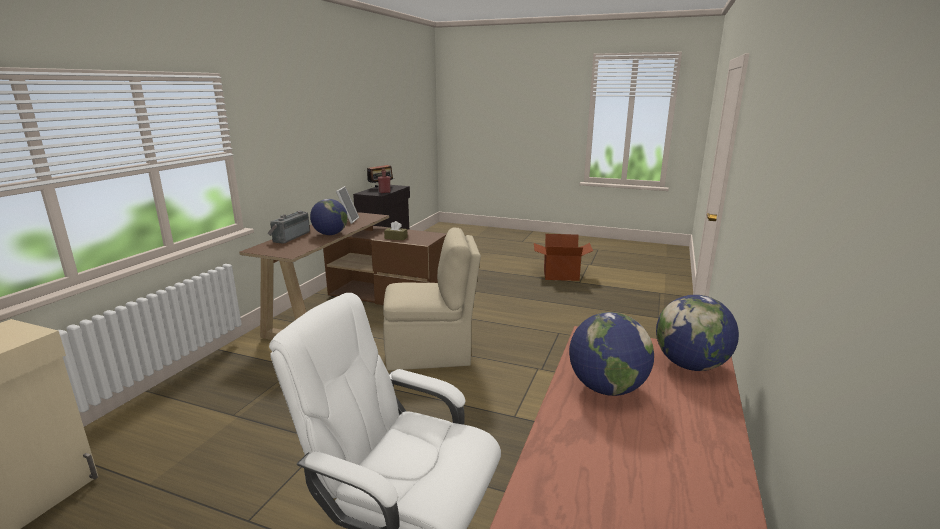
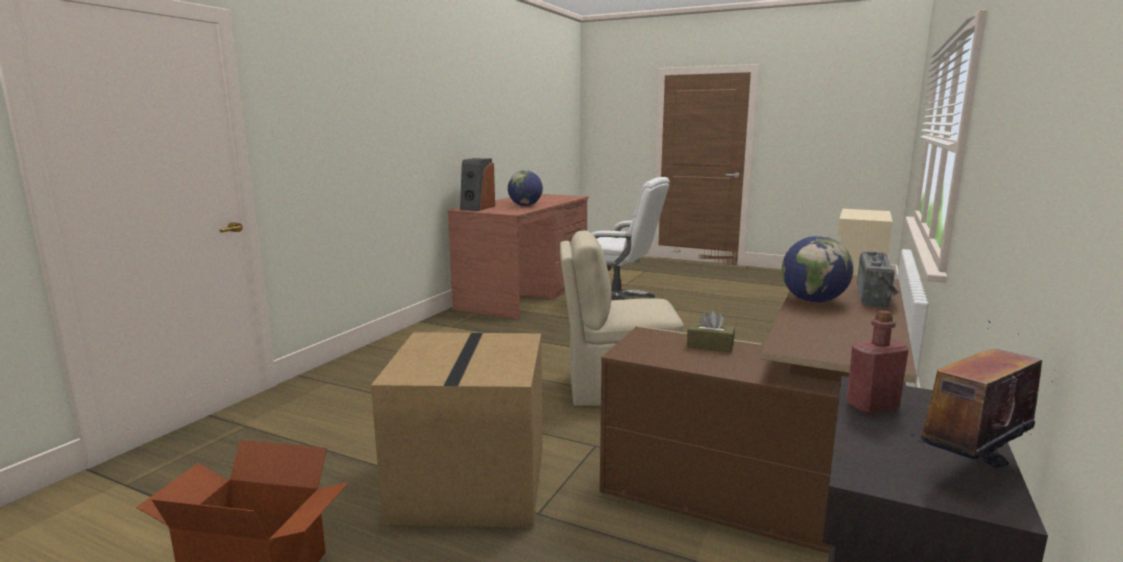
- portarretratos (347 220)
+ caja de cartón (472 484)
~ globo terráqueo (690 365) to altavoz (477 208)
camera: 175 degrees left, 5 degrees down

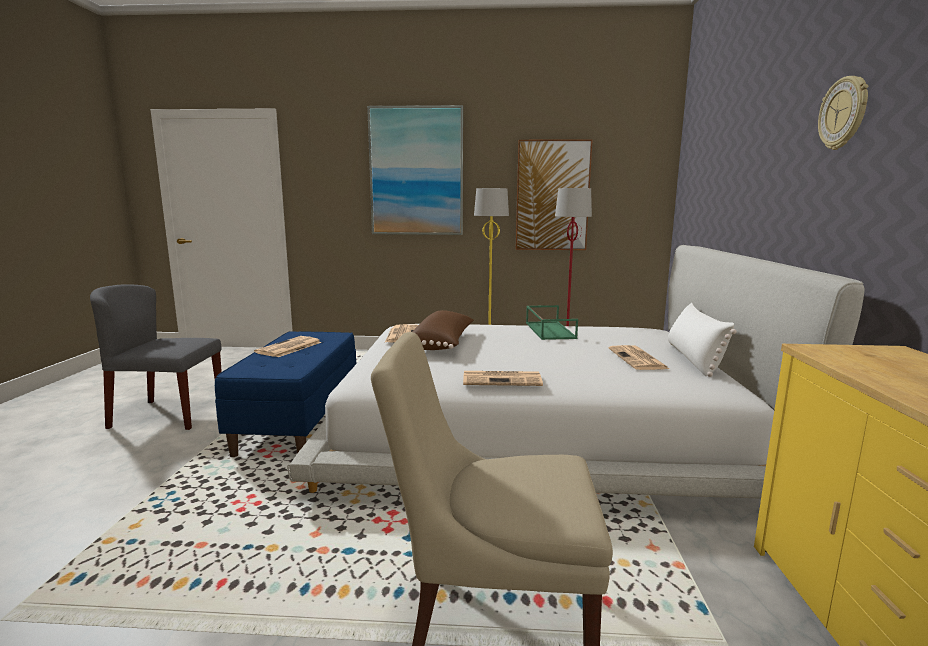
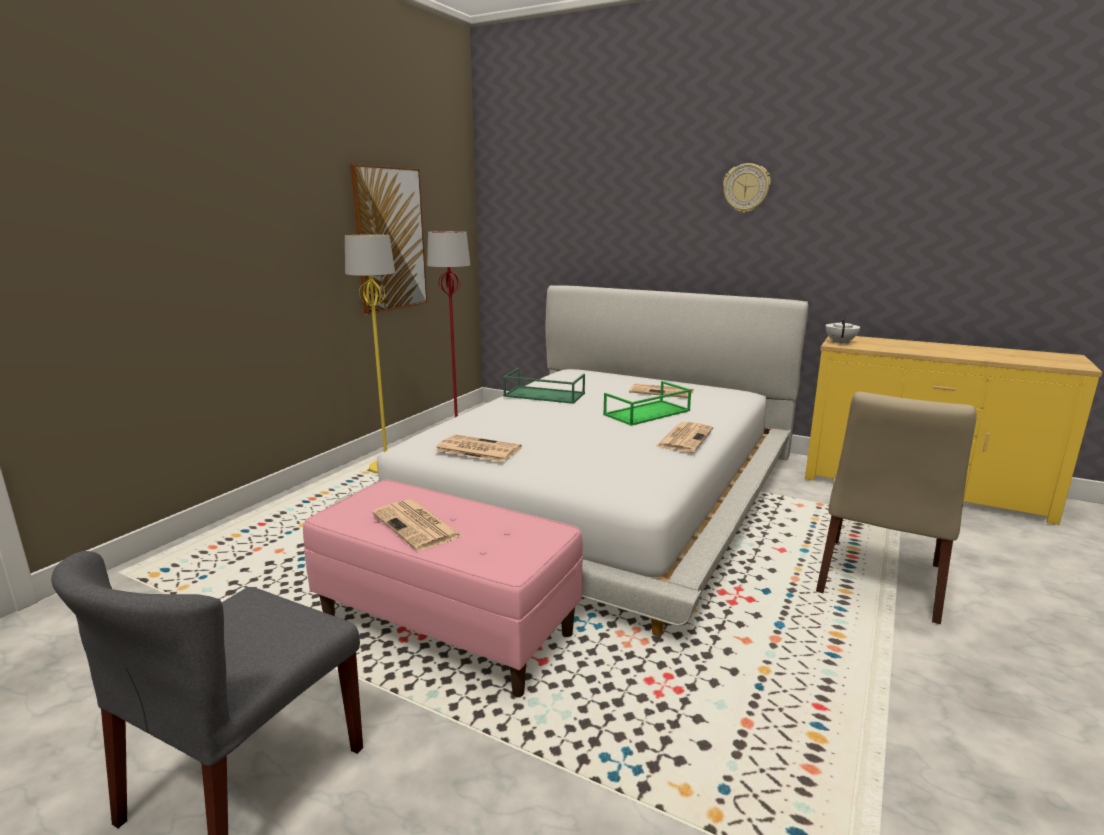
- cuadro (416 172)
- cojín (marrón) (443 344)
- cojín (blanco) (693 359)
+ bandeja (verde) (647 413)
+ tetera (blanco) (840 342)
~ banco (azul) (300 423) to banco (rosa) (447 626)
camera: 65 degrees left, 5 degrees up

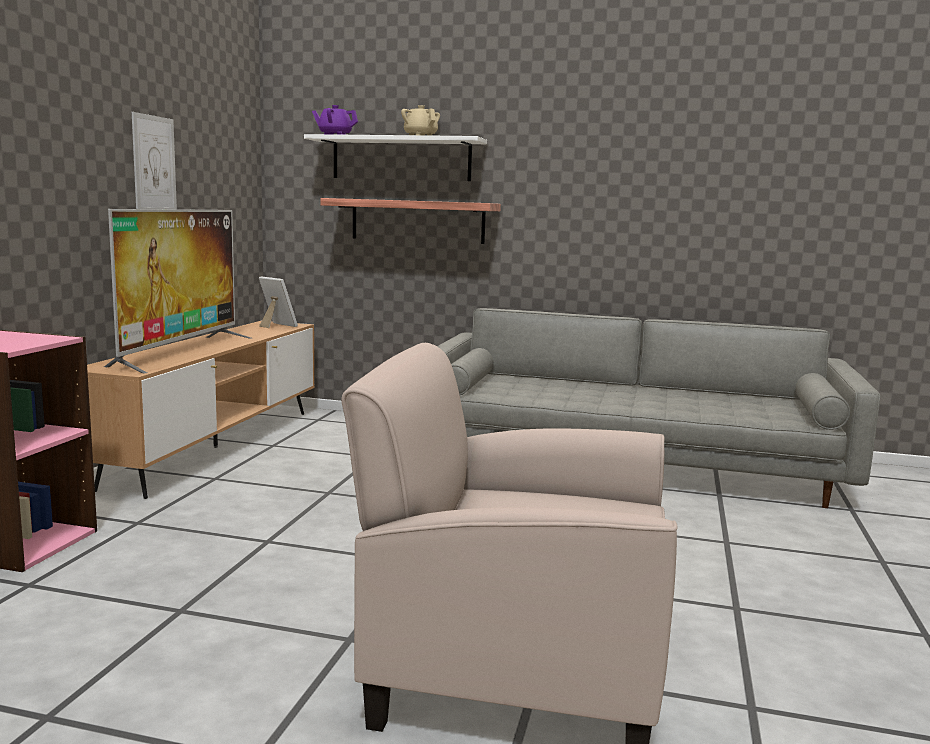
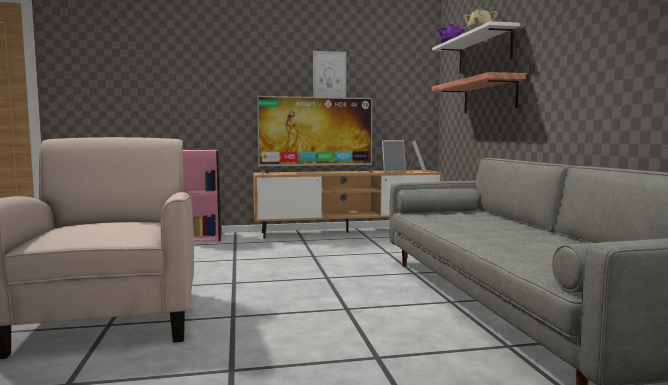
+ portarretratos (393 171)
camera: 65 degrees right, 5 degrees down

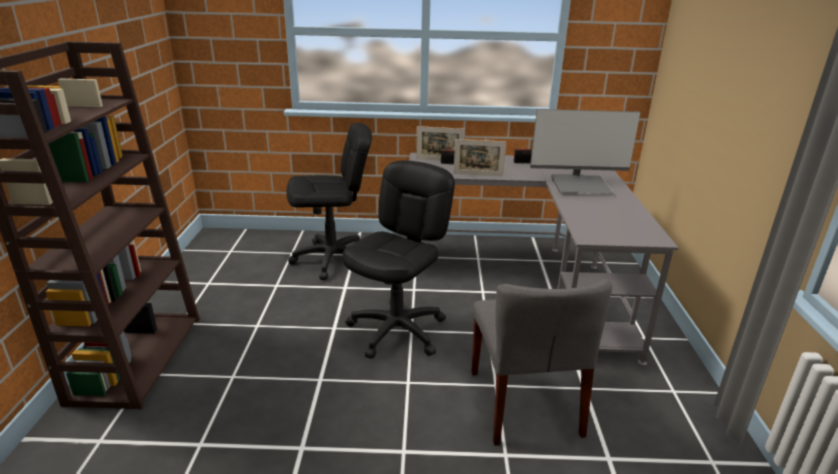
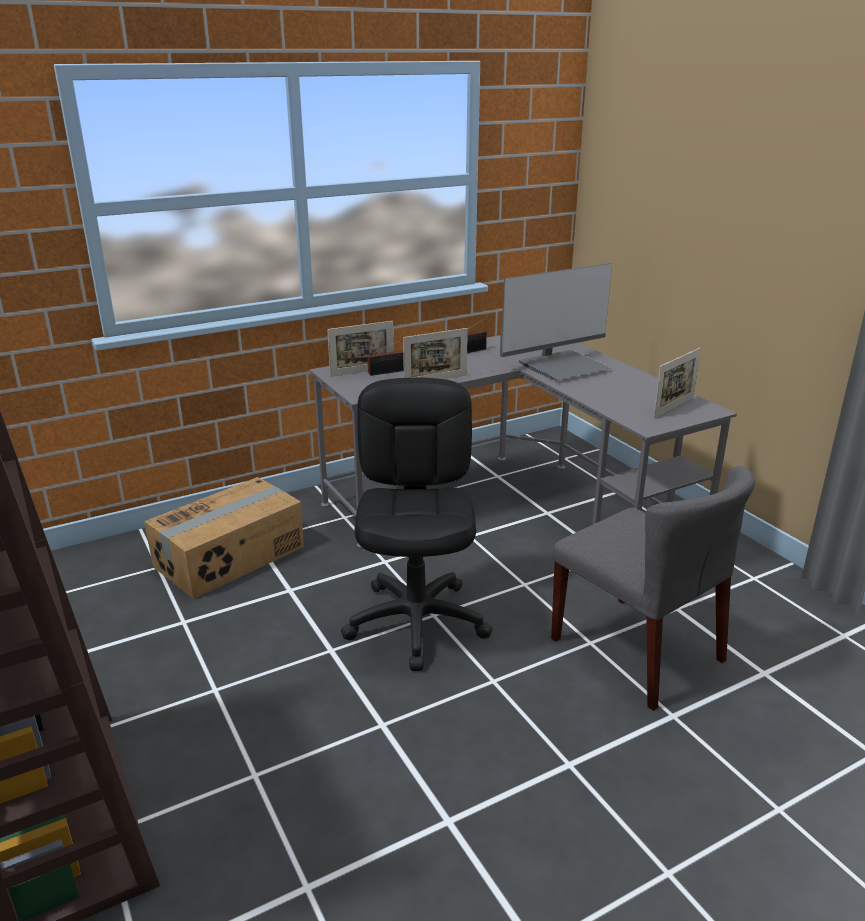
+ portarretratos (673 407)
~ silla de oficina (negro) (332 259) to caja de cartón (231 557)
camera: 30 degrees left, 0 degrees up

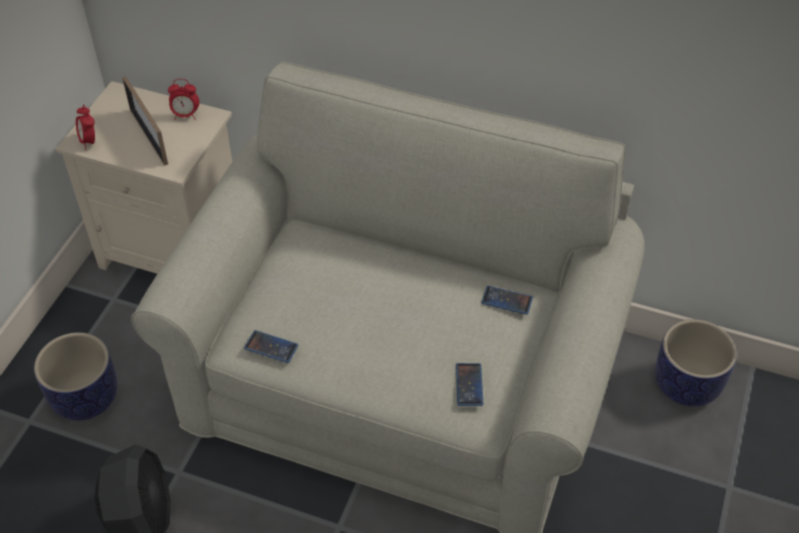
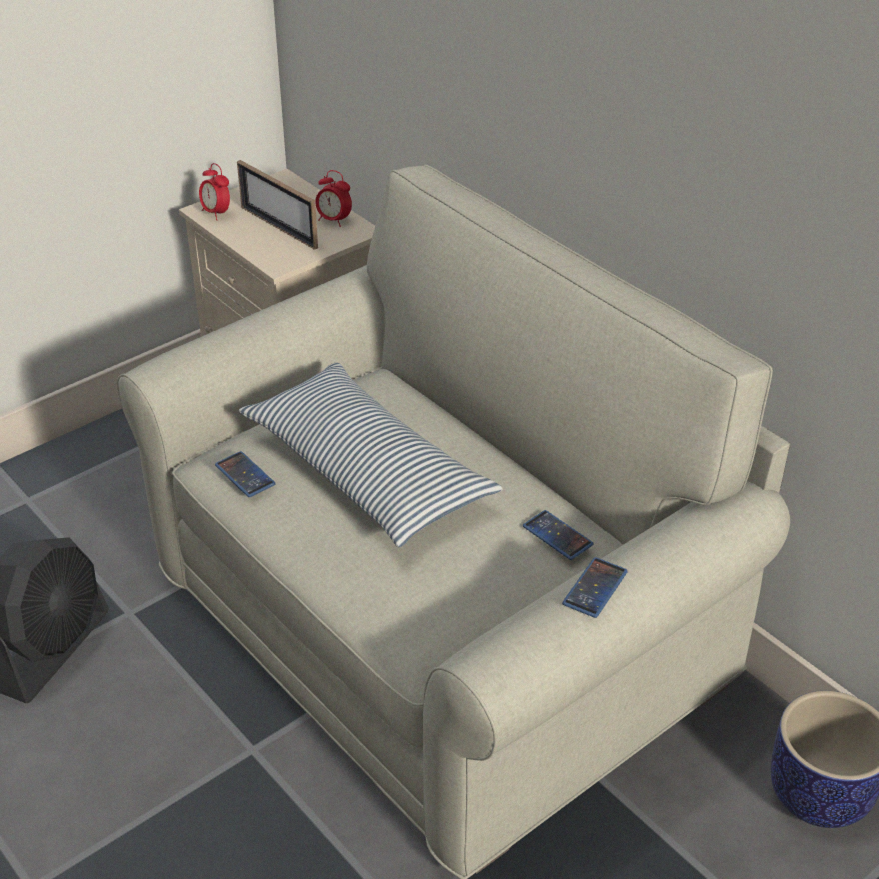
- maceta (85 399)
+ cojín (367 472)
~ móvil (469 385) to (595 588)
~ despertador (89 141) = (216 213) 45 degrees counterclockwise
~ portarretratos (149 136) = (279 227) 45 degrees counterclockwise
camera: 30 degrees right, 10 degrees down

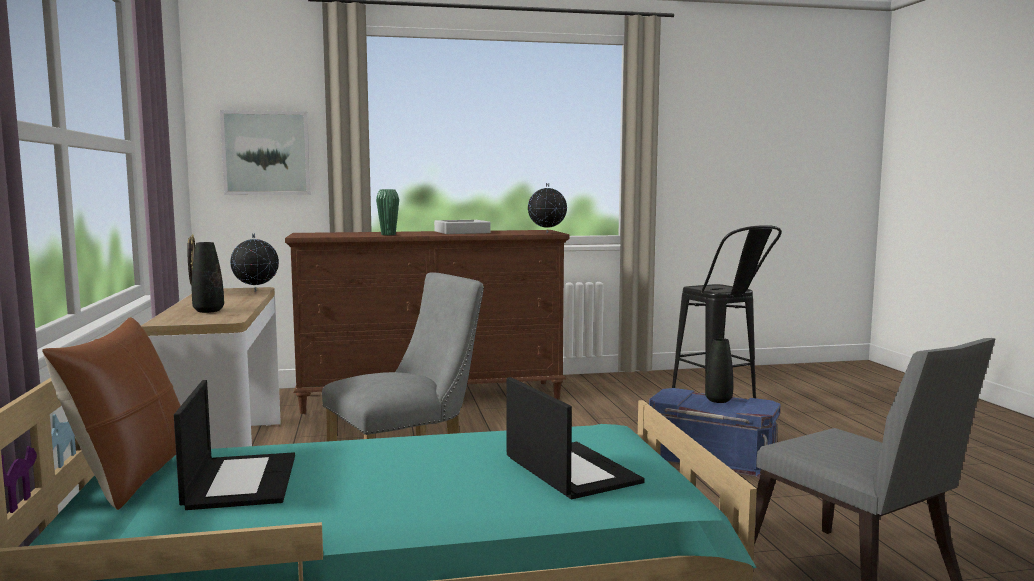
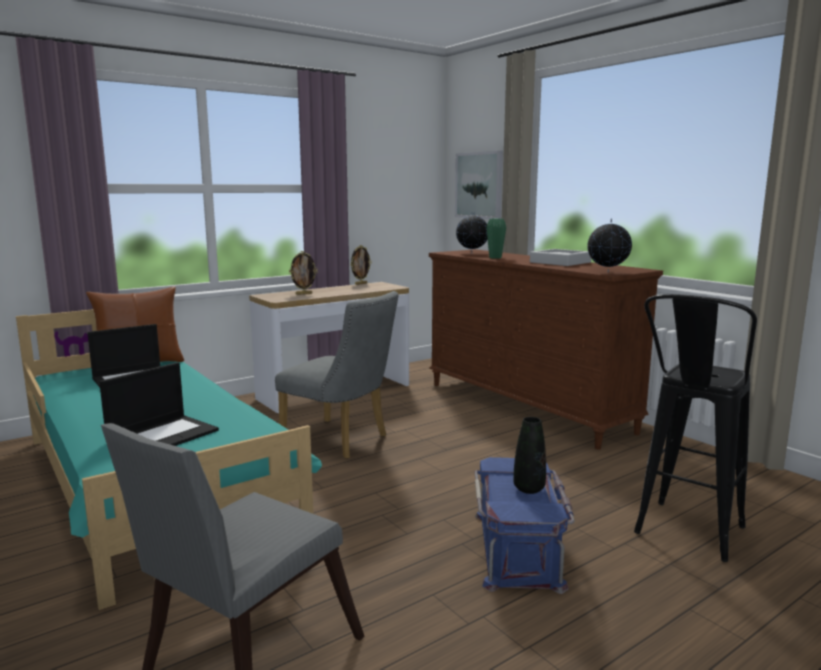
~ globo terráqueo (256 291) to (472 253)
~ florero (negro) (208 311) to portarretratos (304 294)
camera: 65 degrees right, 5 degrees up

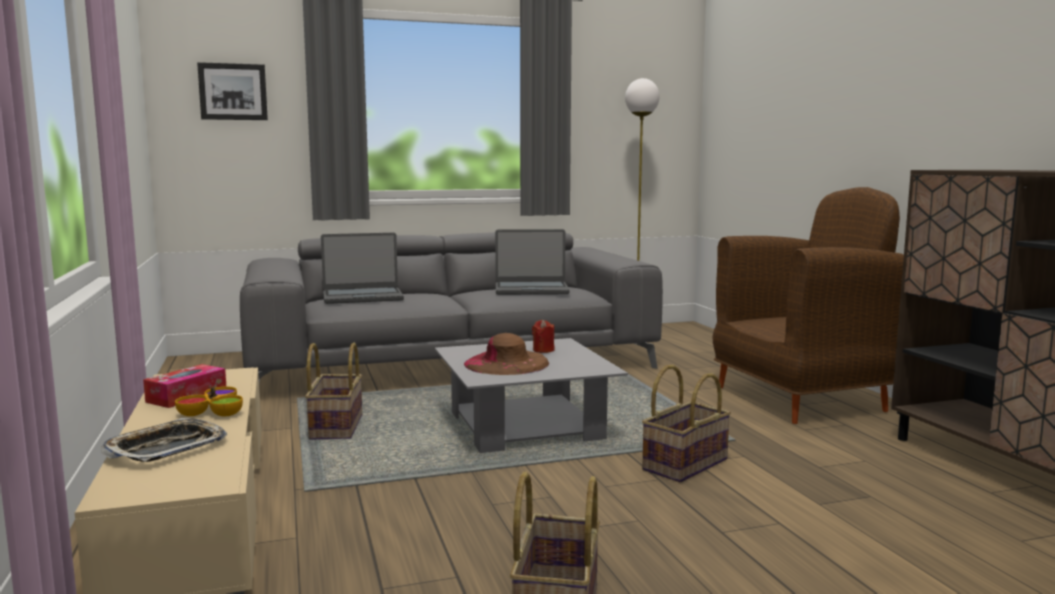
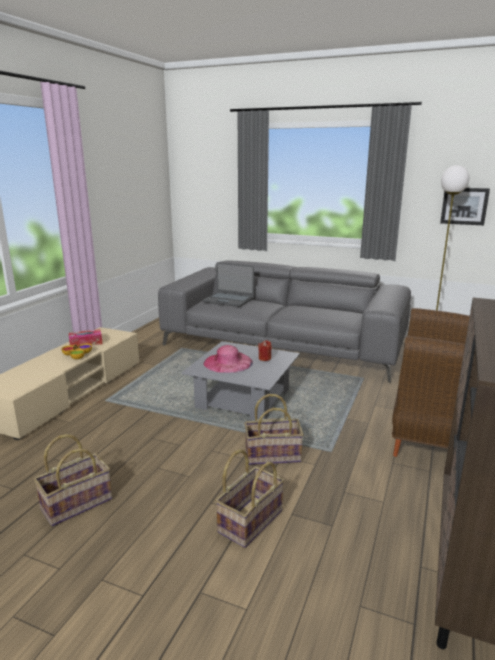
- bandeja (166 448)
- portátil (531 290)
~ cuadro (233 92) to (464 206)
~ cesta (335 427) to (250 520)
~ sombrero (marrón) (506 363) to sombrero (rosa) (228 362)
camera: 40 degrees right, 10 degrees up

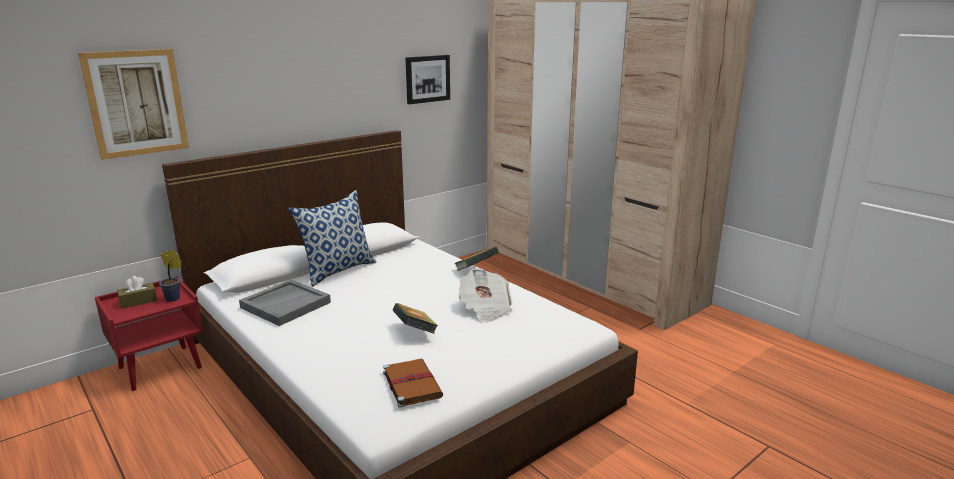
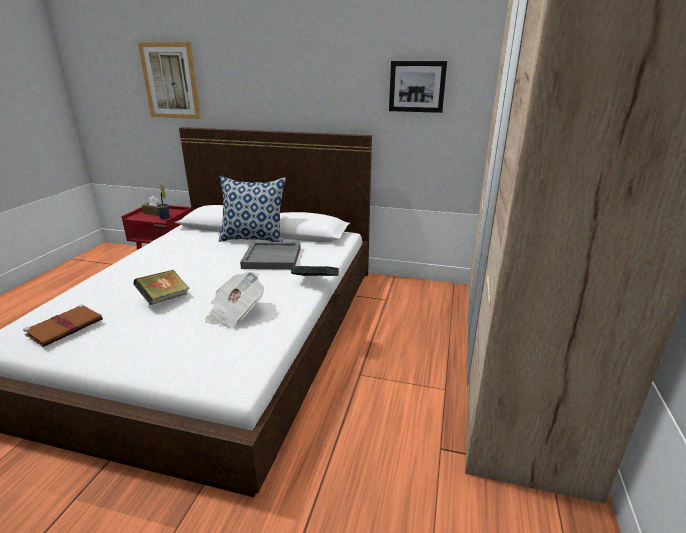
~ bandeja (gris) (286 304) to (272 258)
camera: 55 degrees right, 5 degrees up

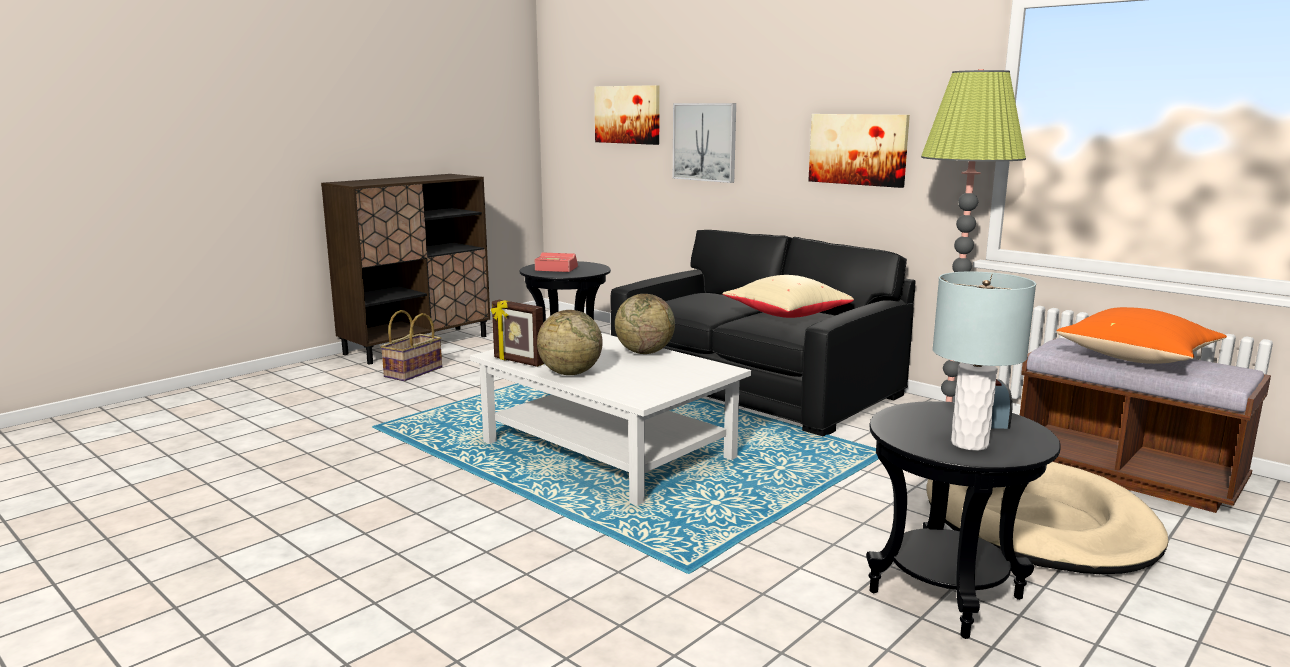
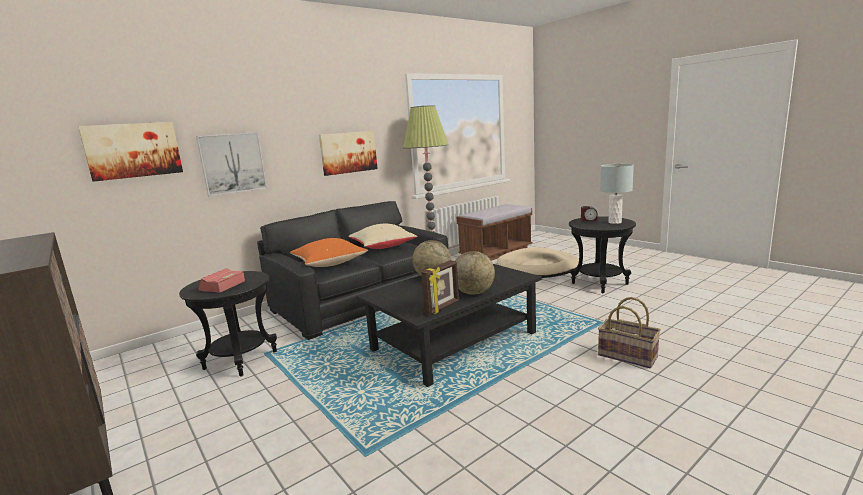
~ cesta (414 372) to (628 356)
~ cojín (naranja) (1139 359) to (330 264)
~ mesa de centro (blanco) (608 450) to mesa de centro (negro) (453 341)
camera: 80 degrees left, 0 degrees up

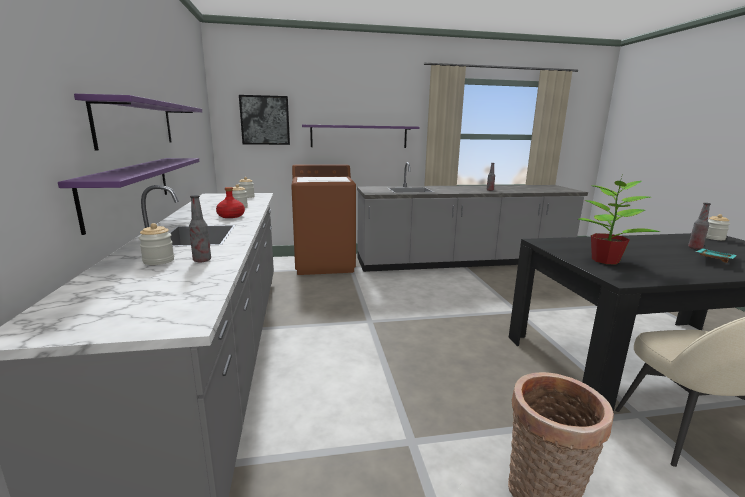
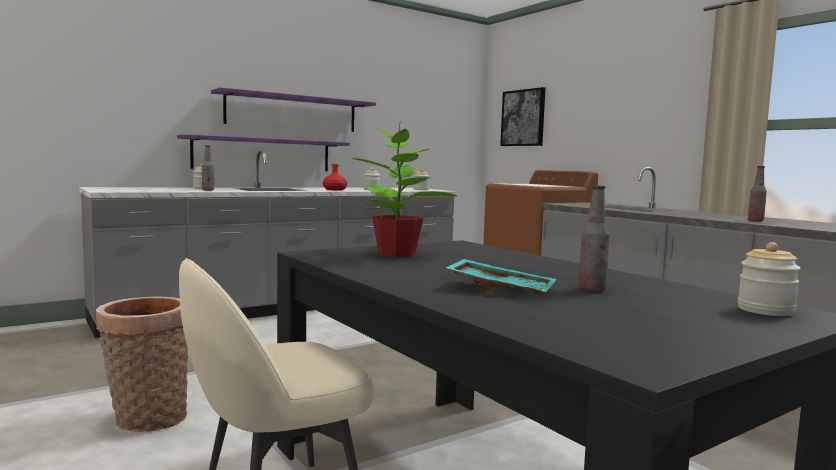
- estante (morado) (359 136)
camera: 65 degrees right, 10 degrees down

